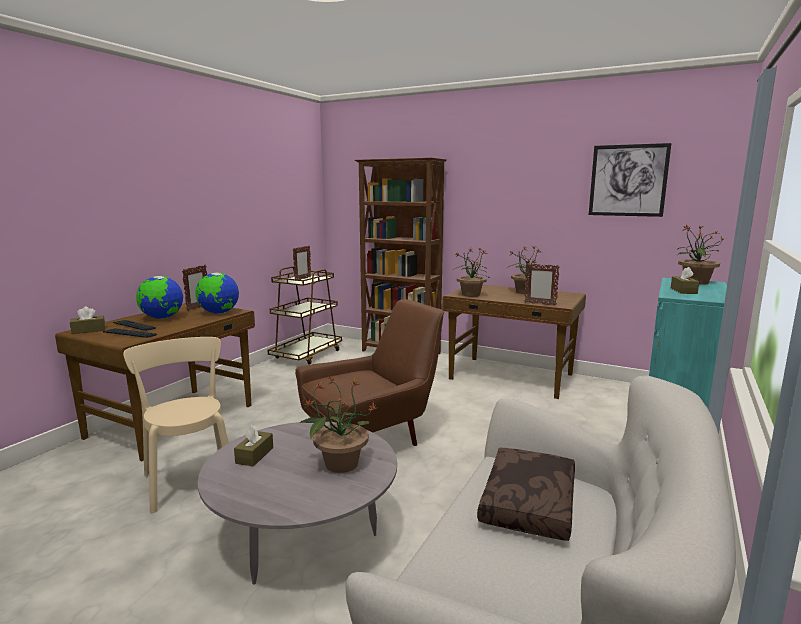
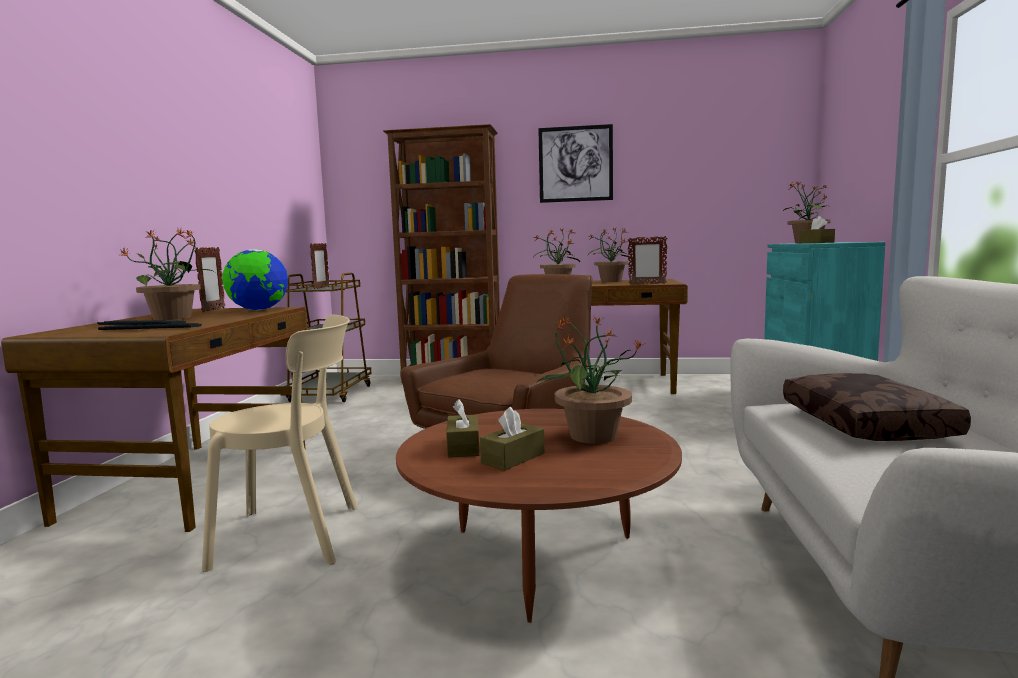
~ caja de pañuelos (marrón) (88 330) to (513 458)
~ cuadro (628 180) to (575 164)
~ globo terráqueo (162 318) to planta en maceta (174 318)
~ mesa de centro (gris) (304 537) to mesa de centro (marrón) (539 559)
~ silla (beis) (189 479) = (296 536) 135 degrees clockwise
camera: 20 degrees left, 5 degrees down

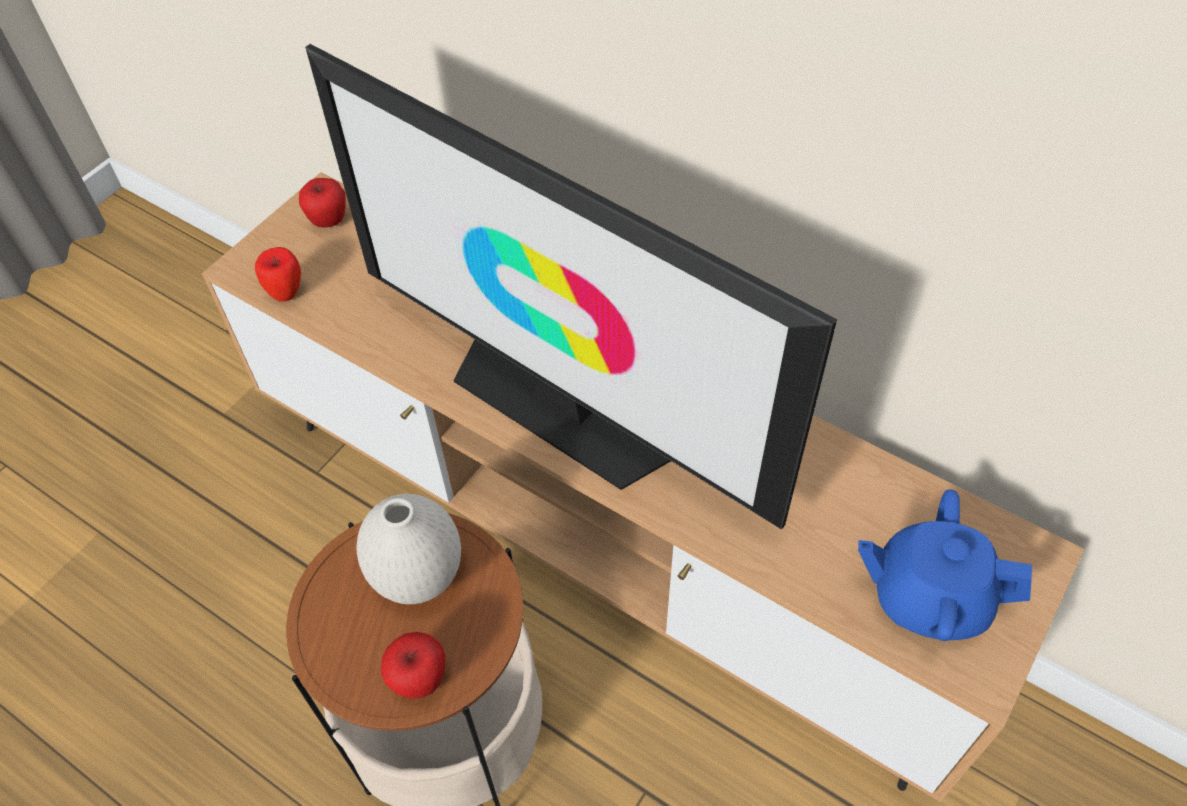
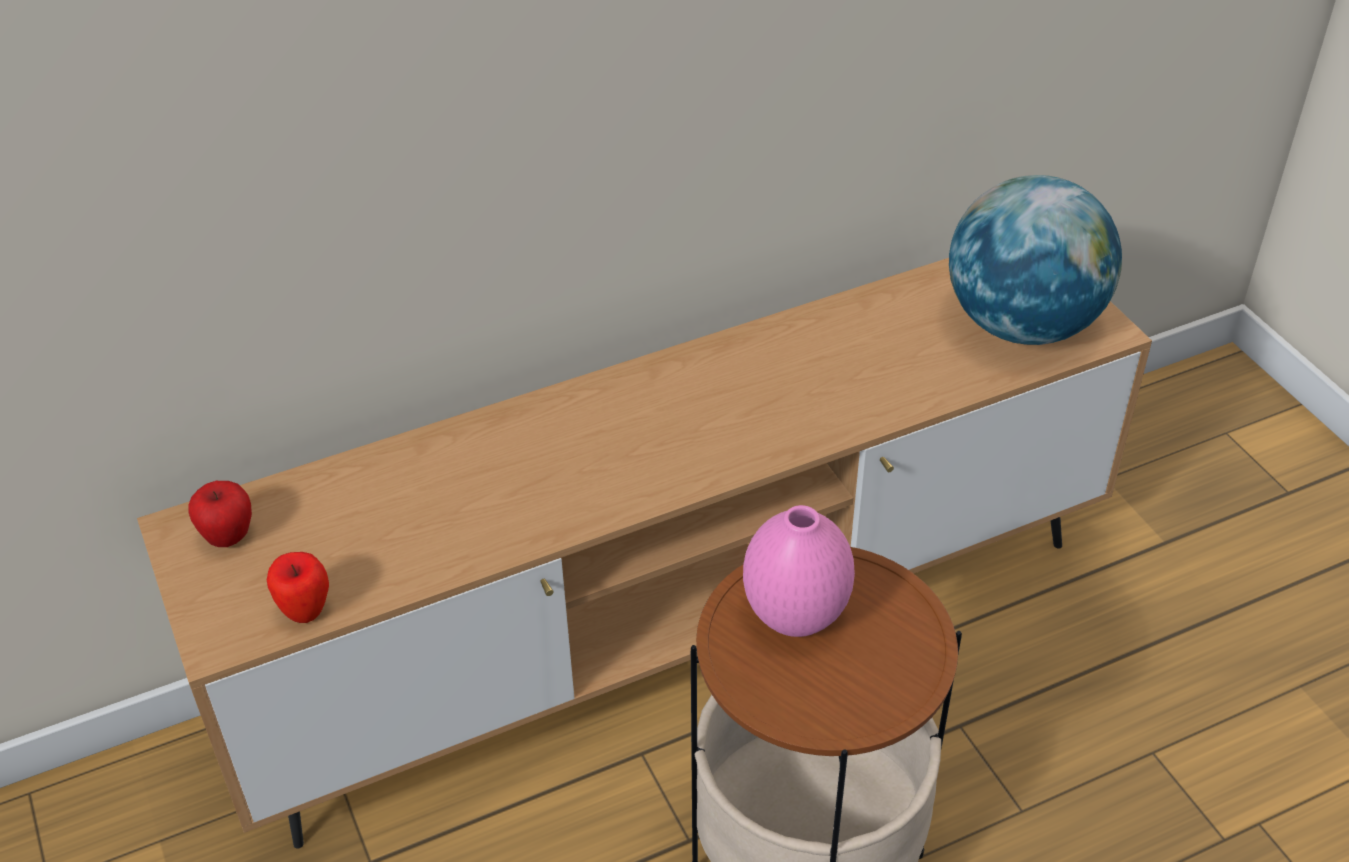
- televisor (564 404)
- manzana (420 680)
~ tetera (azul) (928 597) to globo terráqueo (1023 324)
~ florero (blanco) (420 578) to florero (rosa) (796 616)
camera: 60 degrees left, 10 degrees down

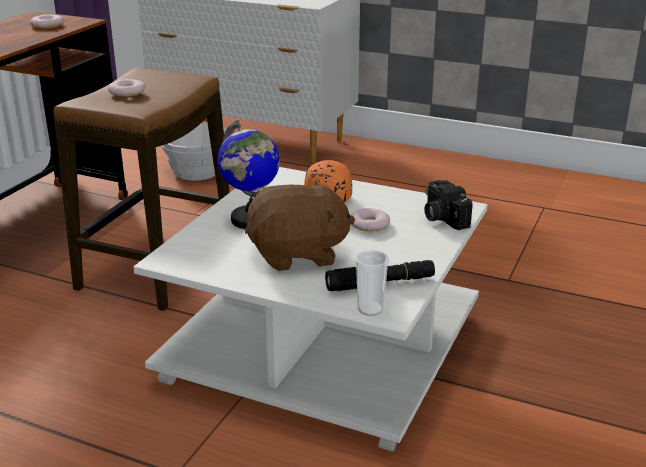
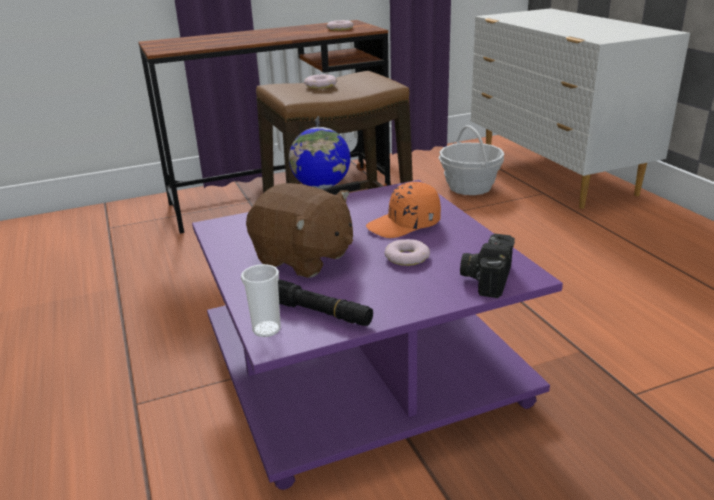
~ mesa de centro (blanco) (326 346) to mesa de centro (morado) (365 368)
camera: 45 degrees right, 0 degrees up

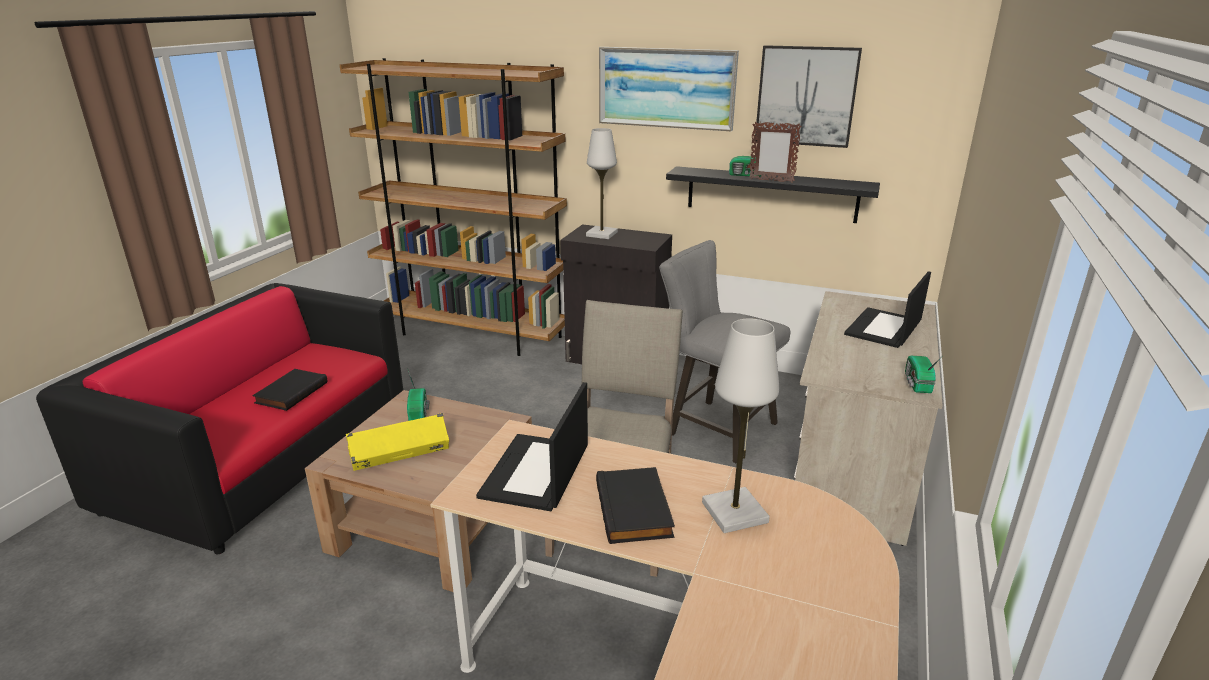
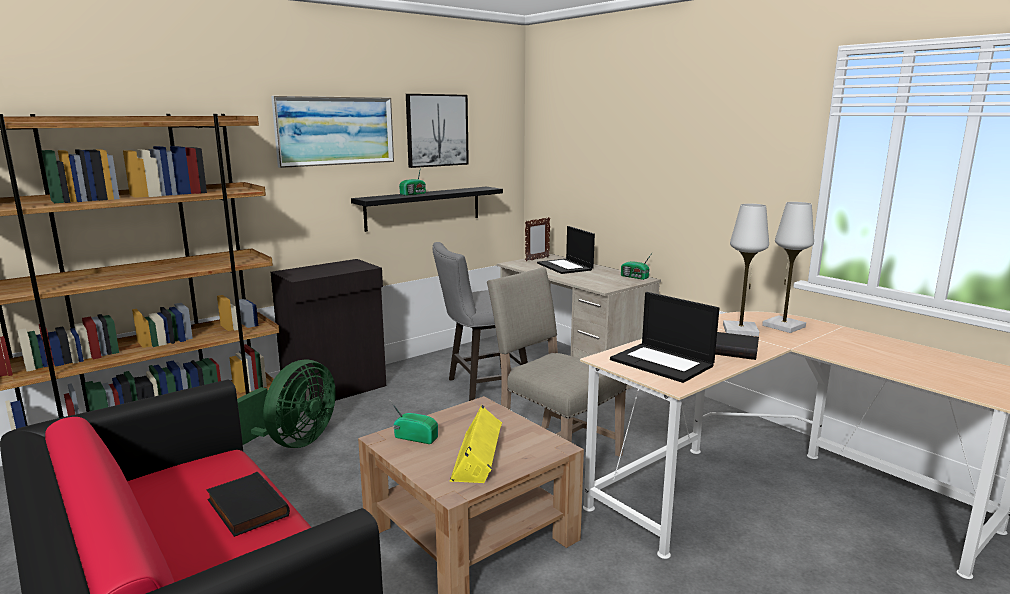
+ ventilador (verde) (293 442)
~ lámpara de mesa (blanco) (601 234) to (783 326)
~ portarretratos (771 180) to (537 259)
camera: 60 degrees left, 10 degrees down

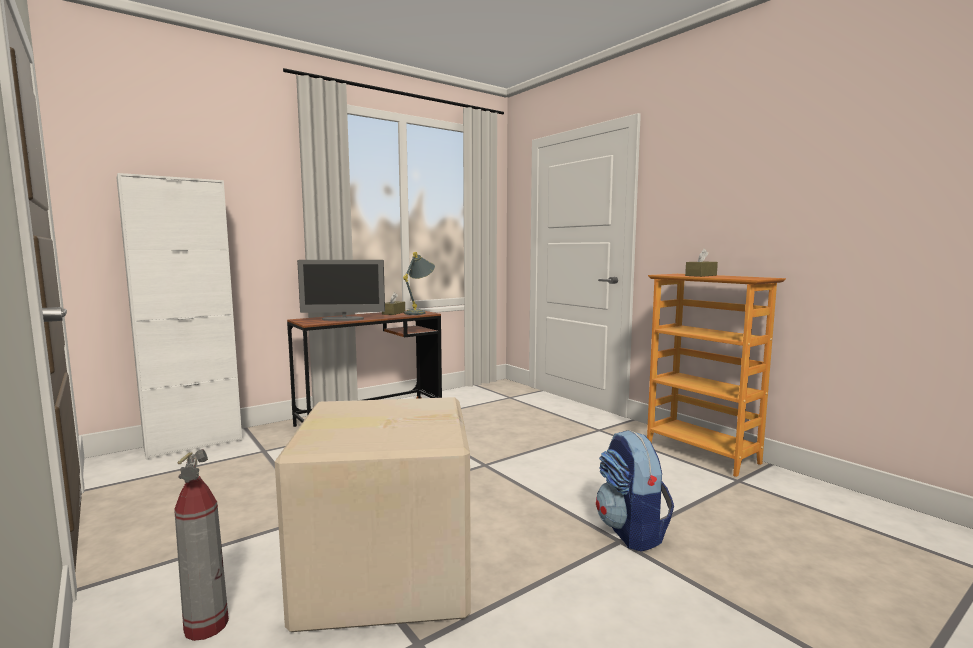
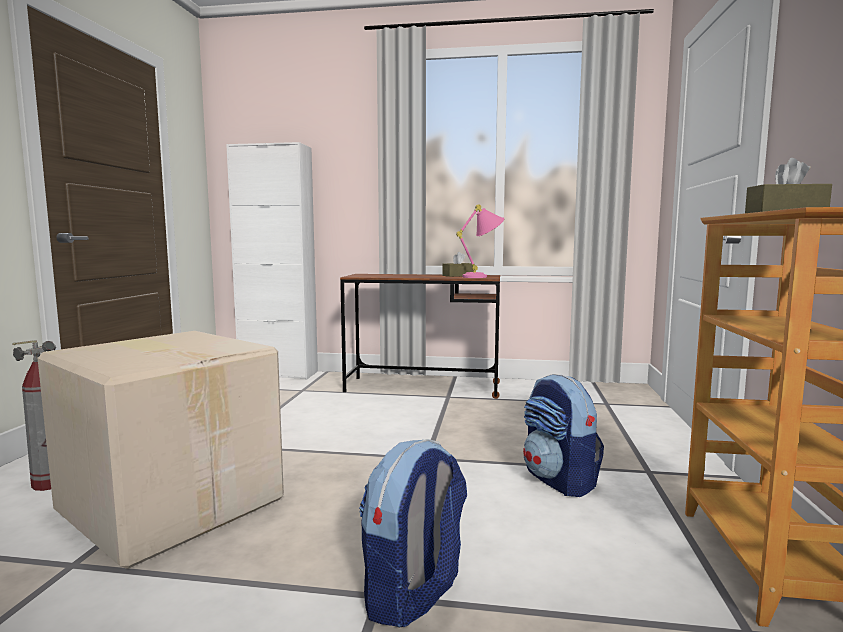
- monitor (343 319)
+ mochila (559 481)
~ lámpara de mesa (gris) (419 312) to lámpara de mesa (rosa) (483 277)
camera: 45 degrees right, 0 degrees up

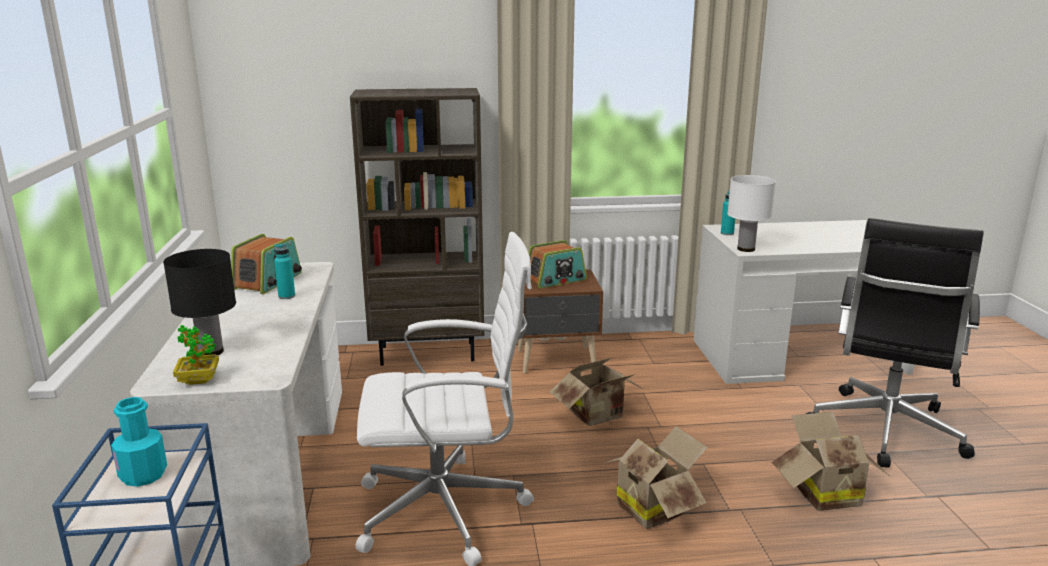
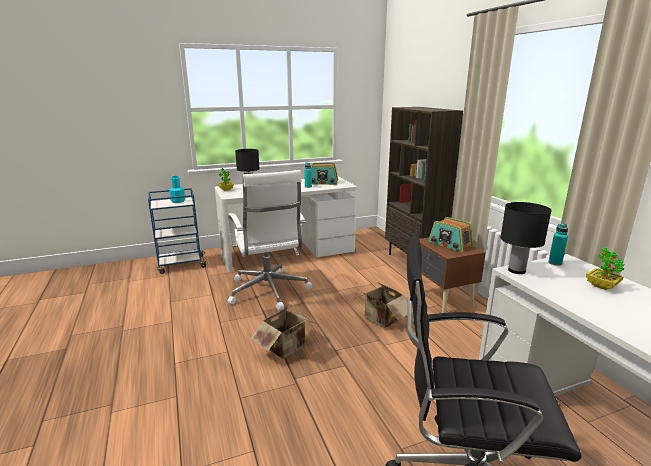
- caja de cartón (822 493)
+ planta en maceta (601 286)
~ lámpara de mesa (blanco) (746 249) to lámpara de mesa (negro) (517 270)
camera: 75 degrees right, 0 degrees up

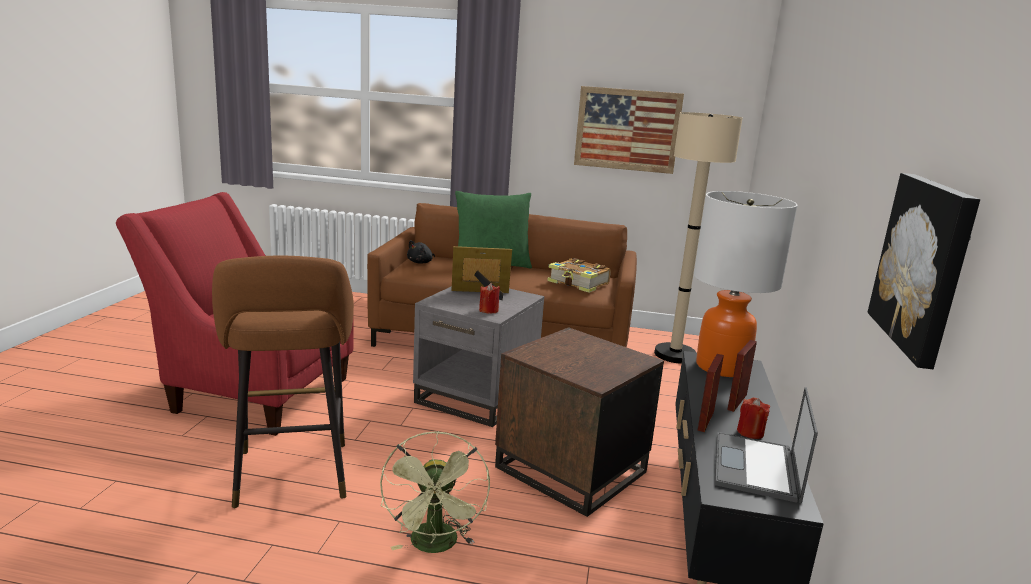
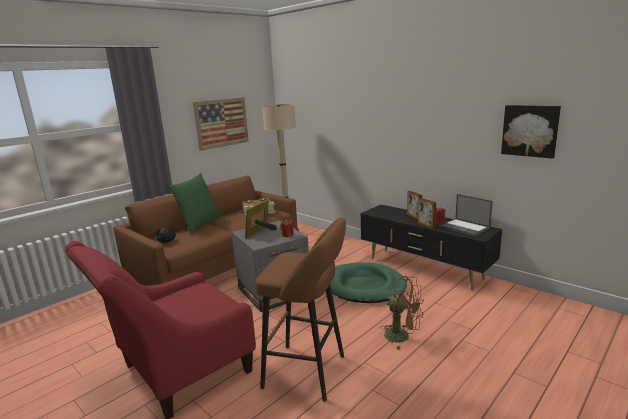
- lámpara de mesa (722 367)
~ mesa auxiliar (marrón) (570 470) to cama para perro (verde) (365 286)
~ ventilador (verde) (435 546) to ventilador (marrón) (402 336)
camera: 55 degrees left, 0 degrees up

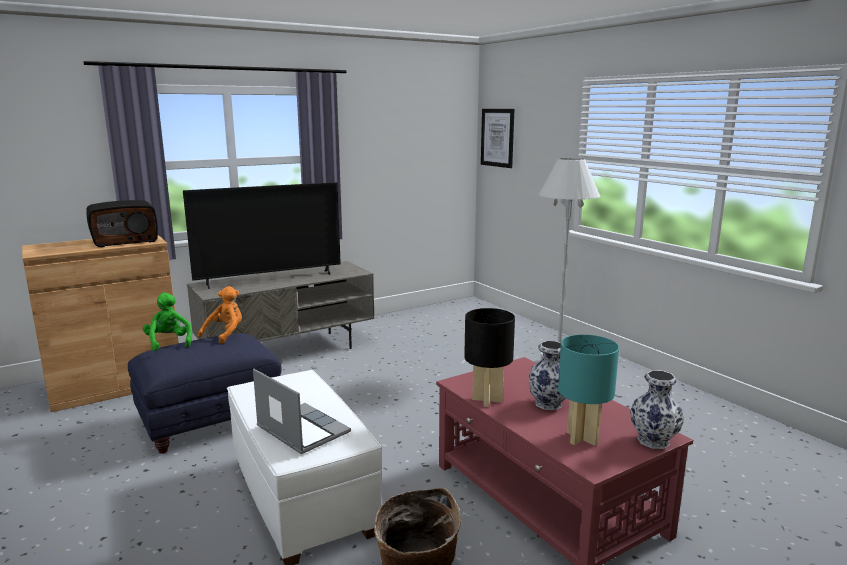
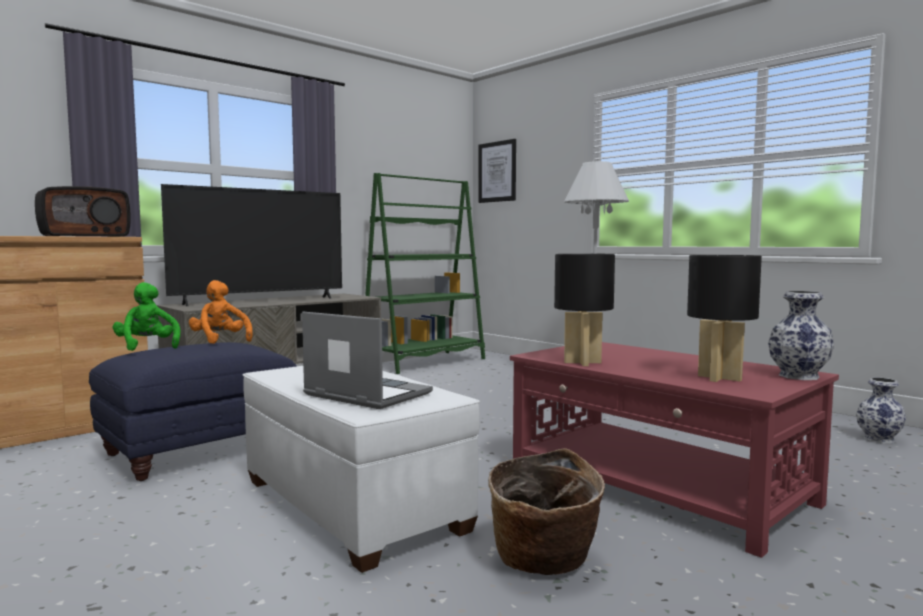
+ estantería (verde) (425 362)
~ florero (549 404) to (879 439)
~ lámpara de mesa (turquesa) (582 438) to lámpara de mesa (negro) (719 378)
~ peluche (naranja) (225 334) = (220 340) 60 degrees counterclockwise
camera: 10 degrees left, 10 degrees down

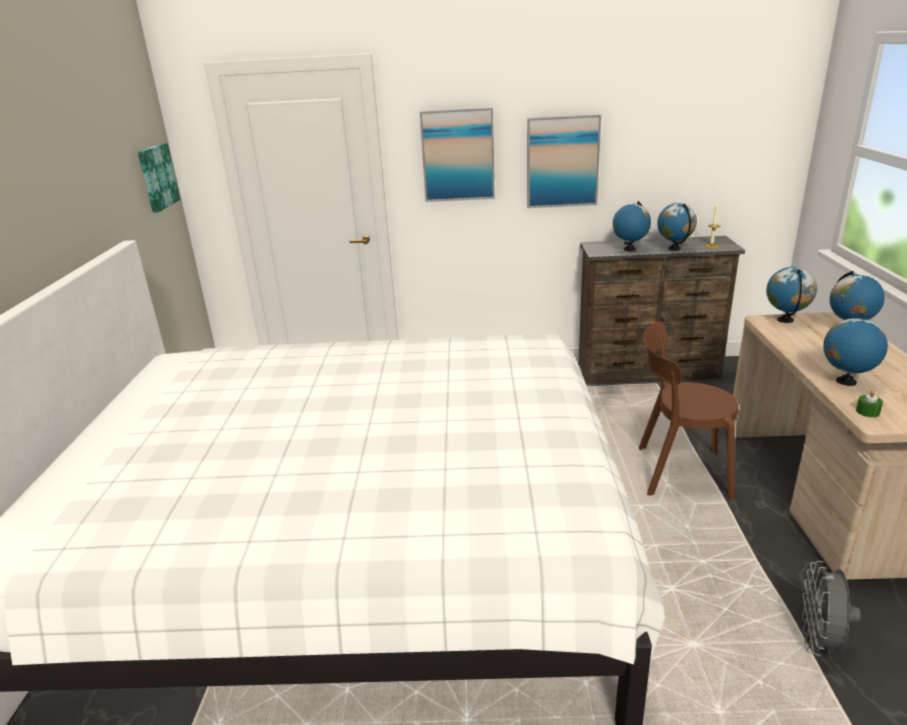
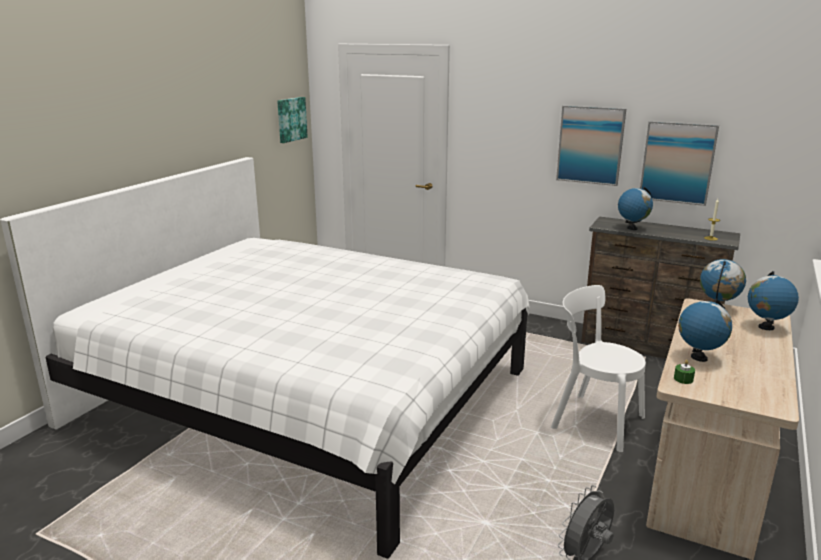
- globo terráqueo (674 249)
~ cuadro (458 155) to (677 162)
~ silla (marrón) (677 472) to silla (blanco) (593 421)
camera: 25 degrees right, 5 degrees down

